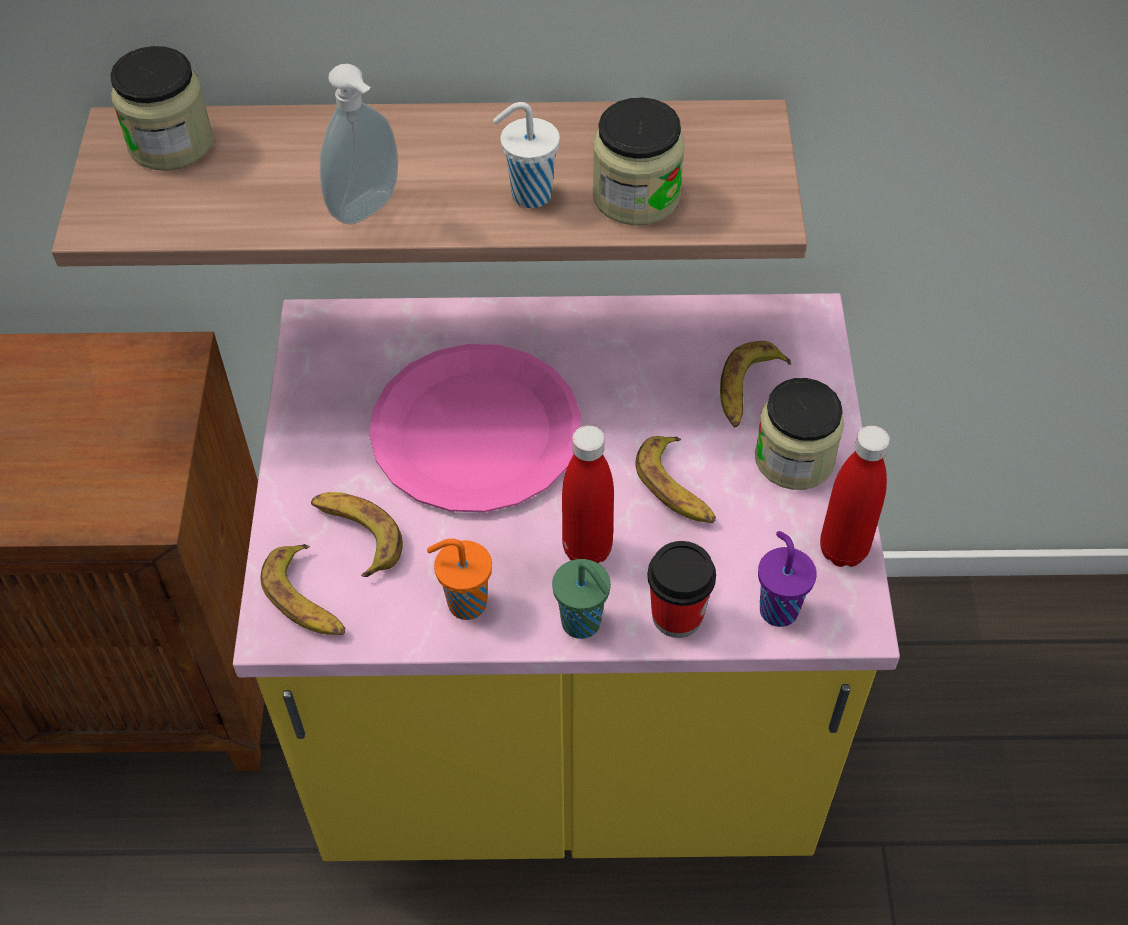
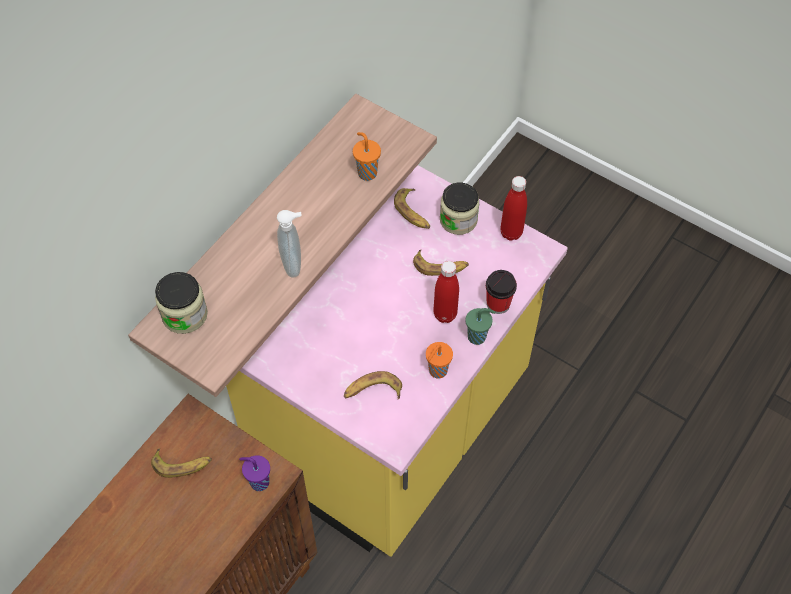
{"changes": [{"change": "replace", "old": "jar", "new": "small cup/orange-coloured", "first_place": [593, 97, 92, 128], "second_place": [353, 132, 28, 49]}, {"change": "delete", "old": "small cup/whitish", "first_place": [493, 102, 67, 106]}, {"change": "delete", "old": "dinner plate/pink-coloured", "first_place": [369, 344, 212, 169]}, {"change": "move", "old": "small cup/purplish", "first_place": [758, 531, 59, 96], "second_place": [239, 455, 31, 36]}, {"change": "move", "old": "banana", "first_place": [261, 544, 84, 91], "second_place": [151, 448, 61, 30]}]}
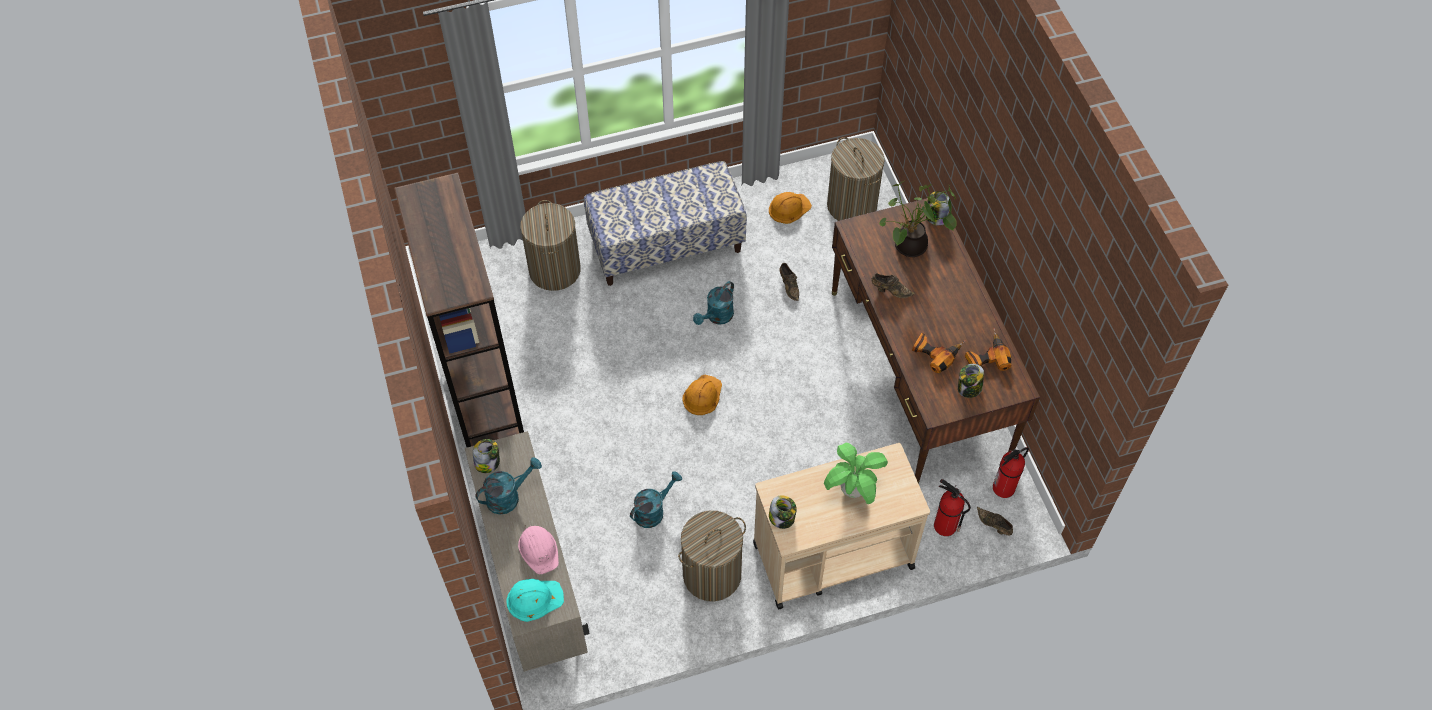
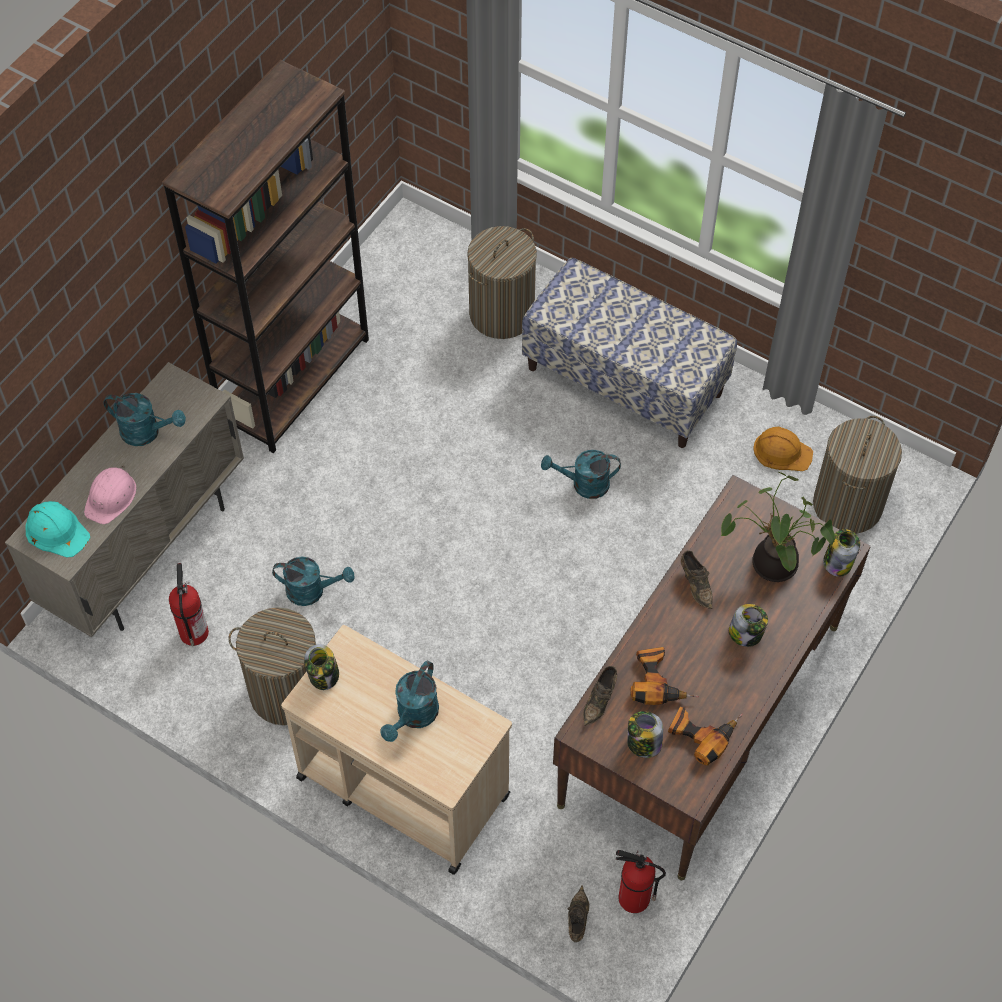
{"changes": [{"change": "move", "old": "low shoe/brown-coloured", "first_place": [779, 263, 20, 38], "second_place": [583, 666, 34, 60]}, {"change": "delete", "old": "hard hat/orange-coloured", "first_place": [683, 375, 39, 40]}, {"change": "move", "old": "jar", "first_place": [473, 439, 27, 34], "second_place": [729, 604, 39, 43]}, {"change": "replace", "old": "potted plant", "new": "watering can/blue-green", "first_place": [824, 443, 64, 61], "second_place": [380, 661, 59, 81]}, {"change": "move", "old": "fire extinguisher", "first_place": [934, 479, 37, 57], "second_place": [169, 563, 40, 83]}]}
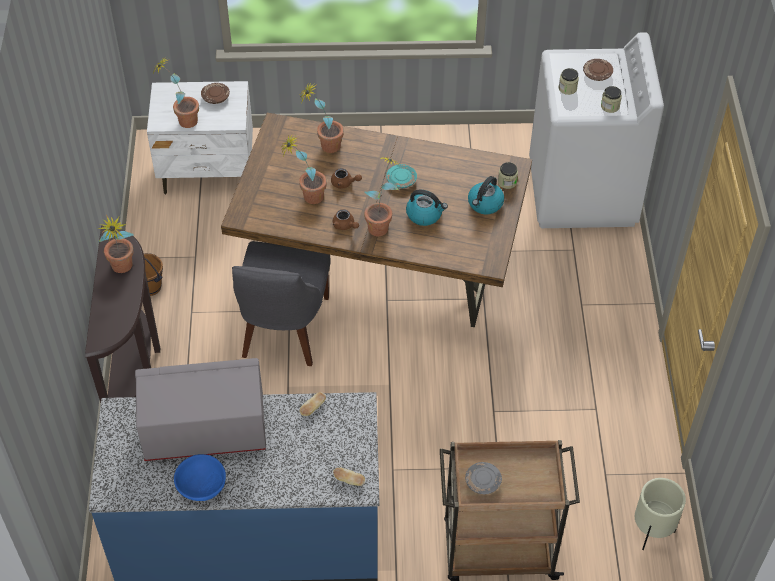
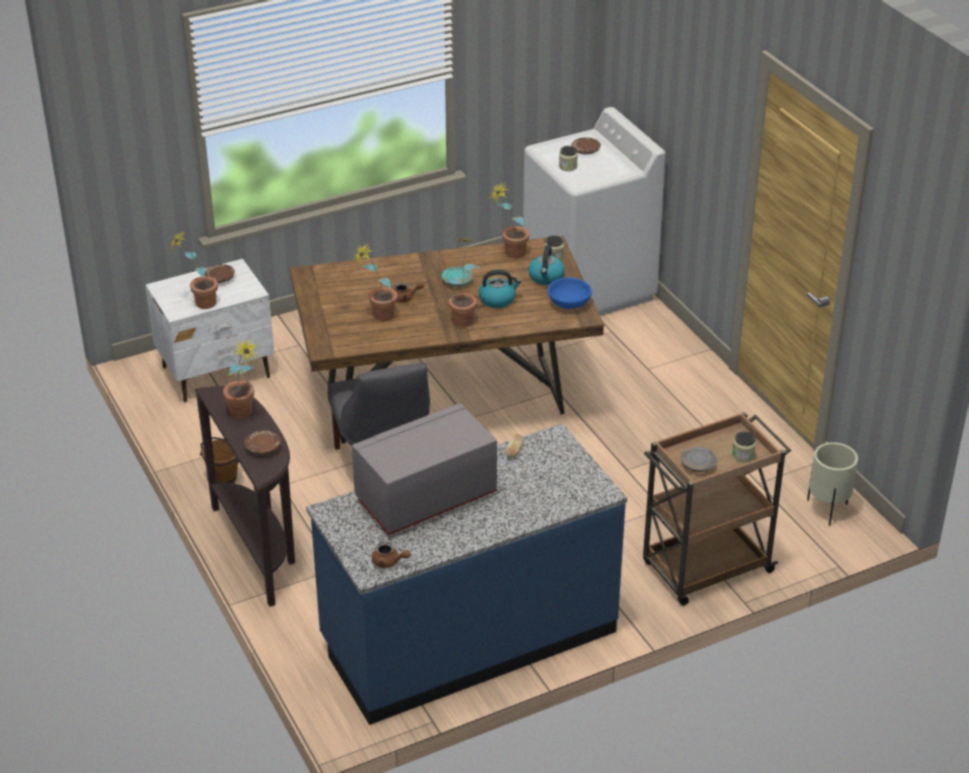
{"changes": [{"change": "move", "old": "potted plant", "first_place": [299, 84, 45, 69], "second_place": [488, 183, 42, 76]}, {"change": "move", "old": "jar", "first_place": [601, 86, 21, 27], "second_place": [732, 431, 24, 31]}, {"change": "move", "old": "teapot/brown-coloured", "first_place": [333, 209, 26, 21], "second_place": [372, 543, 39, 25]}, {"change": "move", "old": "deep dish/blue-coloured", "first_place": [174, 454, 52, 47], "second_place": [548, 277, 44, 32]}, {"change": "delete", "old": "bakery bread", "first_place": [333, 468, 32, 18]}, {"change": "insert", "new": "dinner plate/brown-coloured", "second_place": [244, 430, 37, 25]}]}
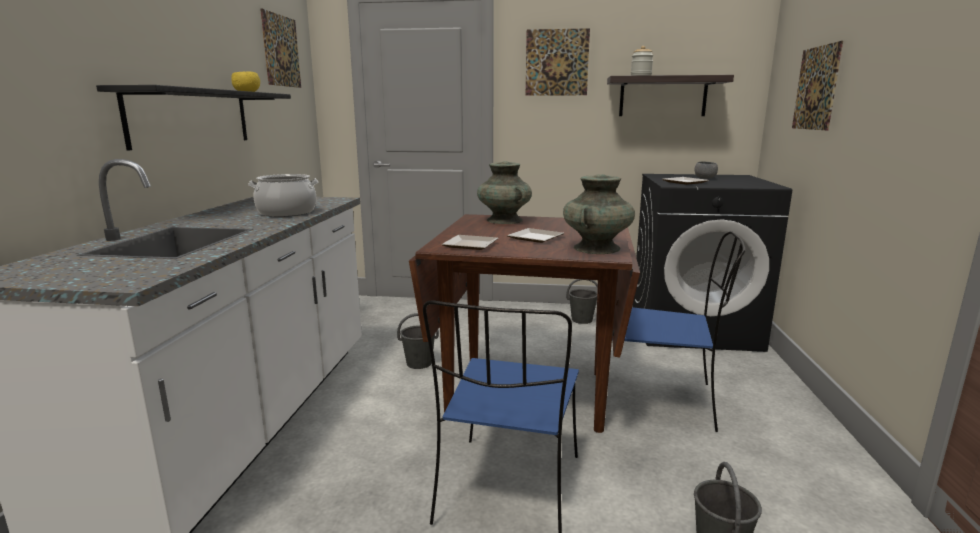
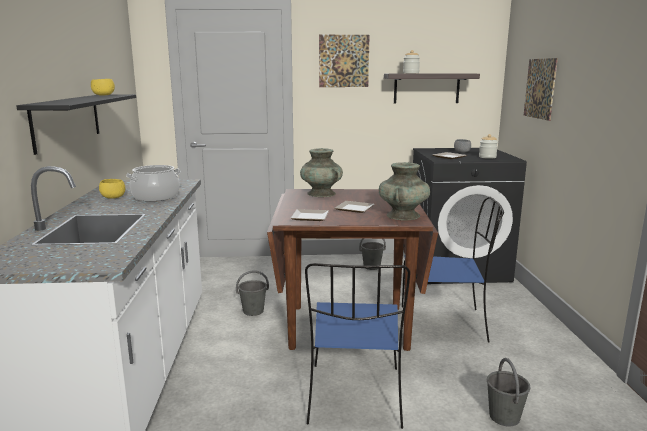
{"changes": [{"change": "delete", "old": "wall picture", "first_place": [260, 8, 41, 80]}, {"change": "insert", "new": "jar", "second_place": [479, 134, 19, 25]}, {"change": "insert", "new": "deep dish/yellow-coloured", "second_place": [99, 179, 26, 20]}]}
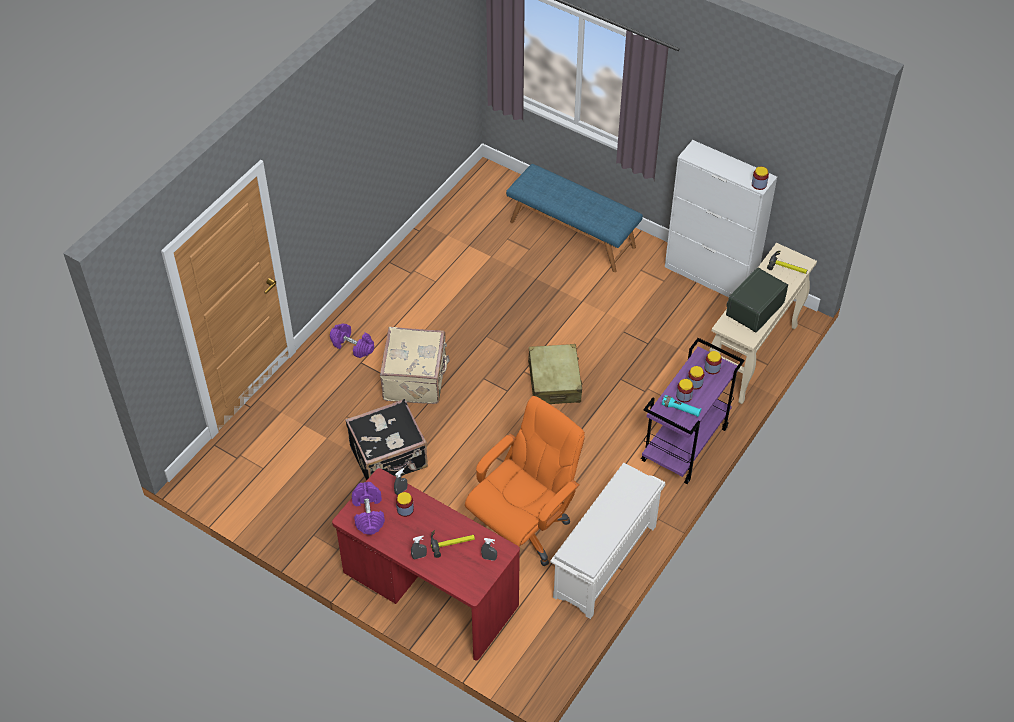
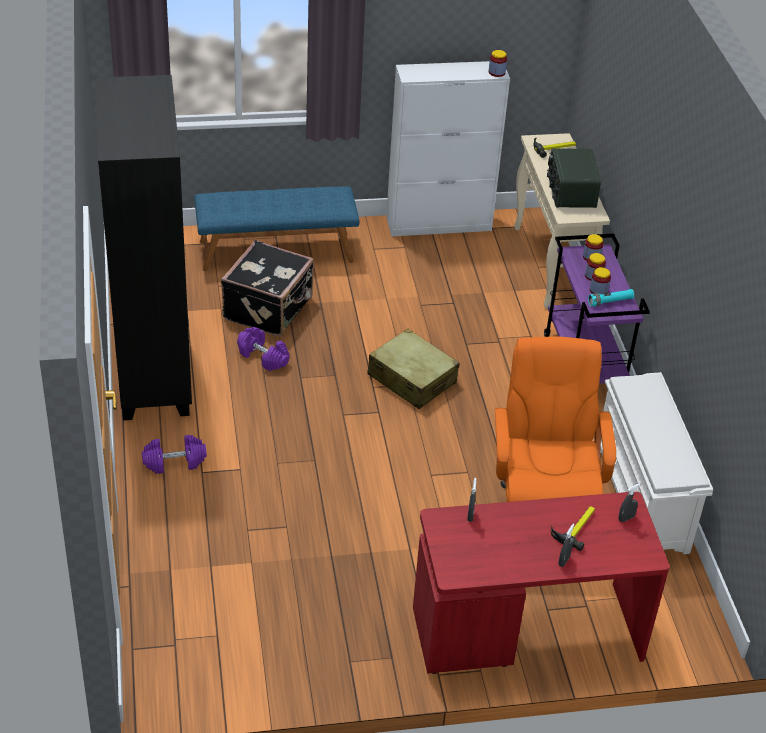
{"changes": [{"change": "delete", "old": "travel case/sand-coloured", "first_place": [380, 327, 70, 77]}, {"change": "move", "old": "travel case/black", "first_place": [345, 399, 83, 82], "second_place": [221, 240, 93, 96]}, {"change": "move", "old": "hand weight/purplish", "first_place": [351, 482, 34, 53], "second_place": [237, 327, 52, 44]}, {"change": "delete", "old": "jar", "first_place": [396, 492, 18, 25]}, {"change": "insert", "new": "shelving unit/black", "second_place": [96, 75, 96, 346]}]}
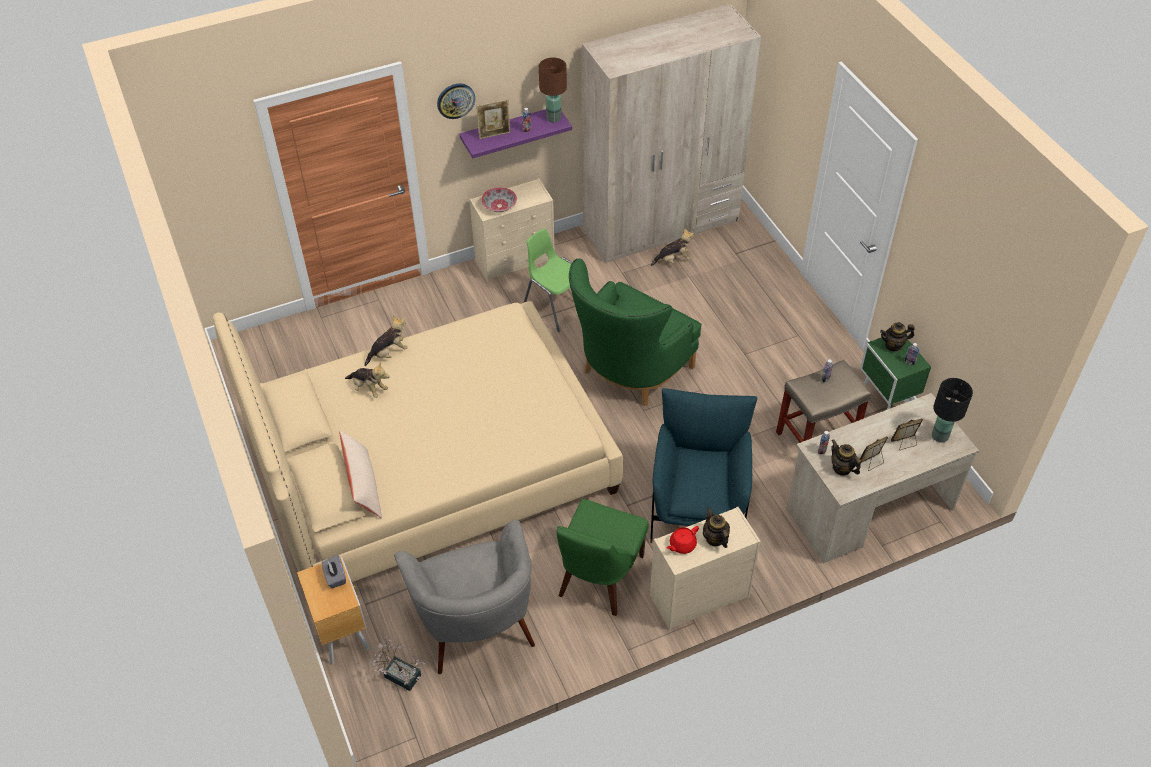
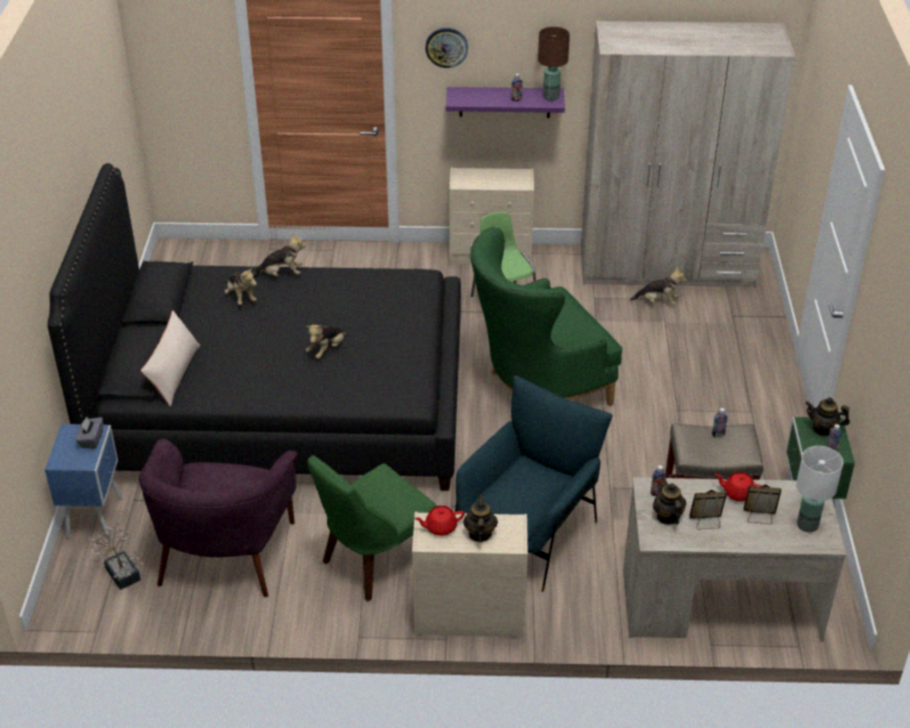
{"changes": [{"change": "delete", "old": "picture frame", "first_place": [476, 99, 34, 40]}, {"change": "delete", "old": "deep dish", "first_place": [481, 187, 36, 25]}, {"change": "recolor", "old": "bedroom bed/sand-coloured", "new": "bedroom bed/black", "first_place": [213, 301, 410, 281], "second_place": [47, 163, 414, 328]}, {"change": "recolor", "old": "table lamp/black", "new": "table lamp/whitish", "first_place": [932, 378, 41, 65], "second_place": [796, 446, 47, 86]}, {"change": "recolor", "old": "lounge chair/gray", "new": "lounge chair/purplish", "first_place": [394, 520, 141, 154], "second_place": [139, 439, 159, 158]}, {"change": "recolor", "old": "night table/brown-coloured", "new": "night table/blue-coloured", "first_place": [297, 556, 73, 108], "second_place": [45, 424, 78, 115]}, {"change": "insert", "new": "cuddly toy", "second_place": [306, 325, 41, 34]}, {"change": "insert", "new": "teapot/red-coloured", "second_place": [715, 472, 47, 30]}]}
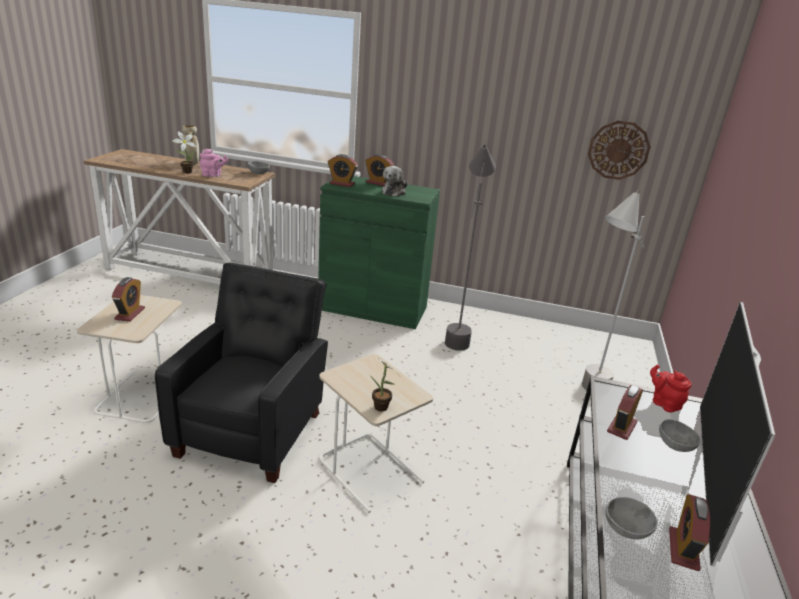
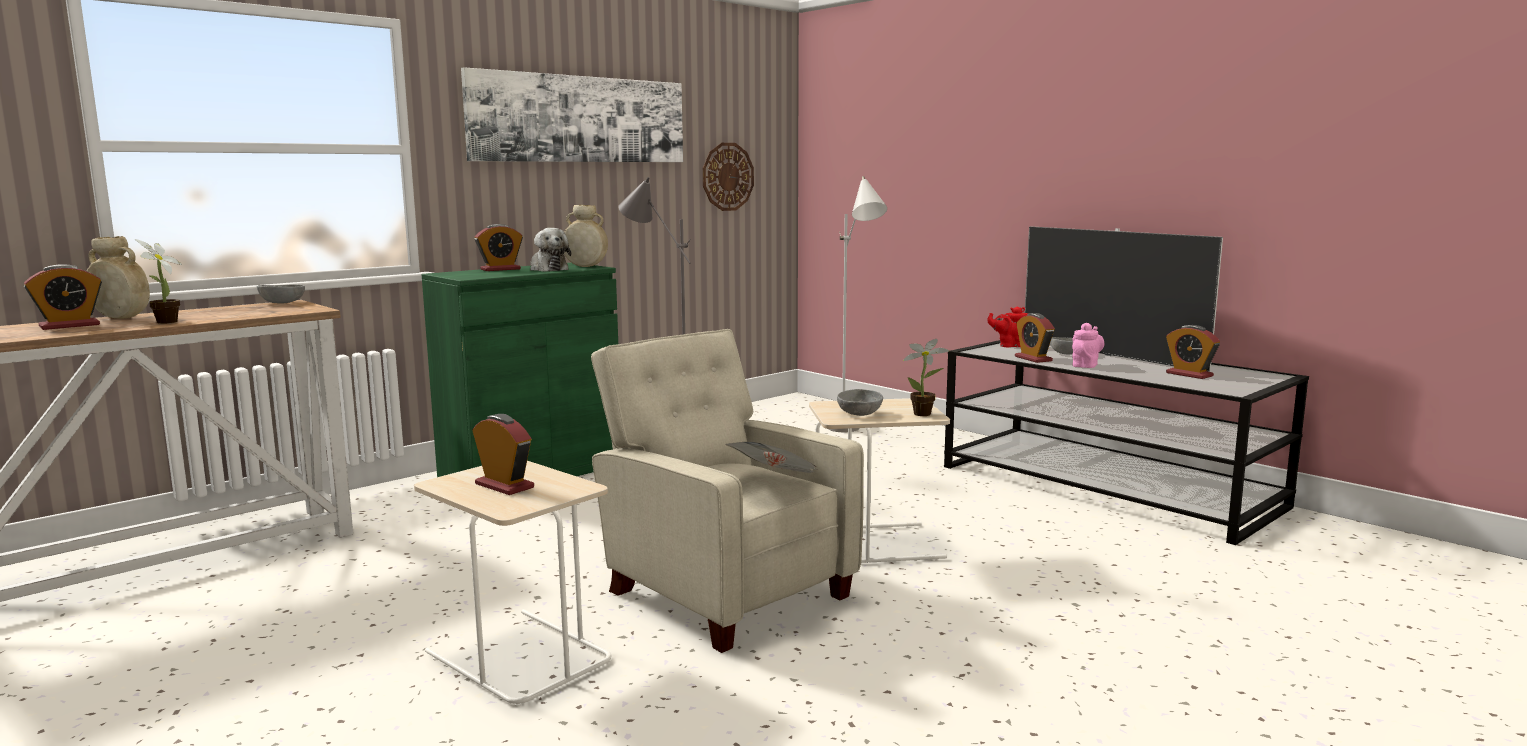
{"changes": [{"change": "move", "old": "teapot/pink-coloured", "first_place": [200, 149, 28, 28], "second_place": [1072, 323, 32, 45]}, {"change": "move", "old": "alarm clock", "first_place": [328, 154, 30, 33], "second_place": [24, 264, 78, 66]}, {"change": "recolor", "old": "lounge chair/black", "new": "lounge chair/sand-coloured", "first_place": [155, 263, 173, 220], "second_place": [591, 329, 273, 324]}, {"change": "move", "old": "deep dish/gray", "first_place": [605, 497, 53, 43], "second_place": [837, 389, 46, 27]}, {"change": "insert", "new": "wall picture", "second_place": [461, 67, 222, 95]}, {"change": "insert", "new": "flower vase/sand-coloured", "second_place": [564, 205, 44, 62]}, {"change": "insert", "new": "printed paper", "second_place": [725, 442, 92, 31]}]}
